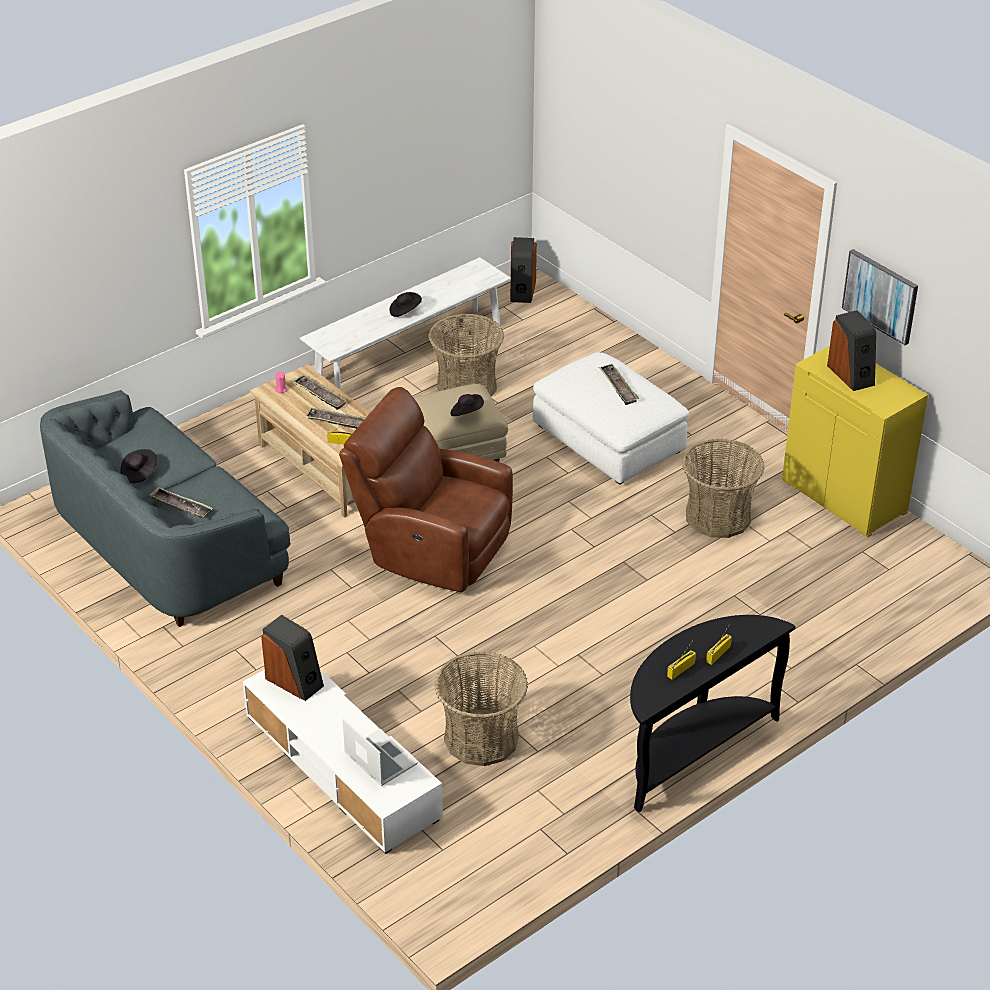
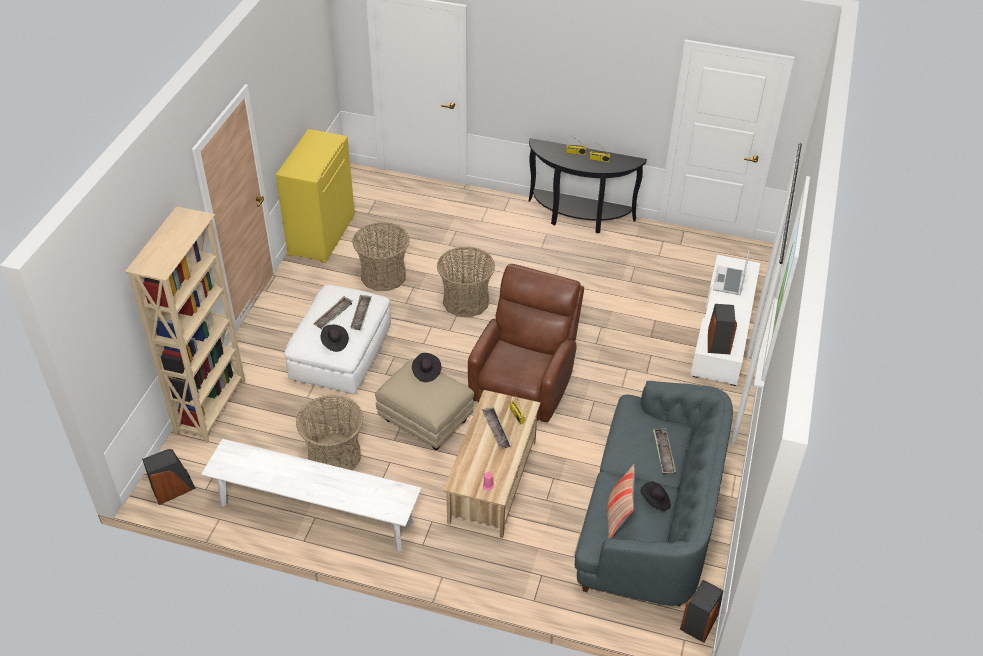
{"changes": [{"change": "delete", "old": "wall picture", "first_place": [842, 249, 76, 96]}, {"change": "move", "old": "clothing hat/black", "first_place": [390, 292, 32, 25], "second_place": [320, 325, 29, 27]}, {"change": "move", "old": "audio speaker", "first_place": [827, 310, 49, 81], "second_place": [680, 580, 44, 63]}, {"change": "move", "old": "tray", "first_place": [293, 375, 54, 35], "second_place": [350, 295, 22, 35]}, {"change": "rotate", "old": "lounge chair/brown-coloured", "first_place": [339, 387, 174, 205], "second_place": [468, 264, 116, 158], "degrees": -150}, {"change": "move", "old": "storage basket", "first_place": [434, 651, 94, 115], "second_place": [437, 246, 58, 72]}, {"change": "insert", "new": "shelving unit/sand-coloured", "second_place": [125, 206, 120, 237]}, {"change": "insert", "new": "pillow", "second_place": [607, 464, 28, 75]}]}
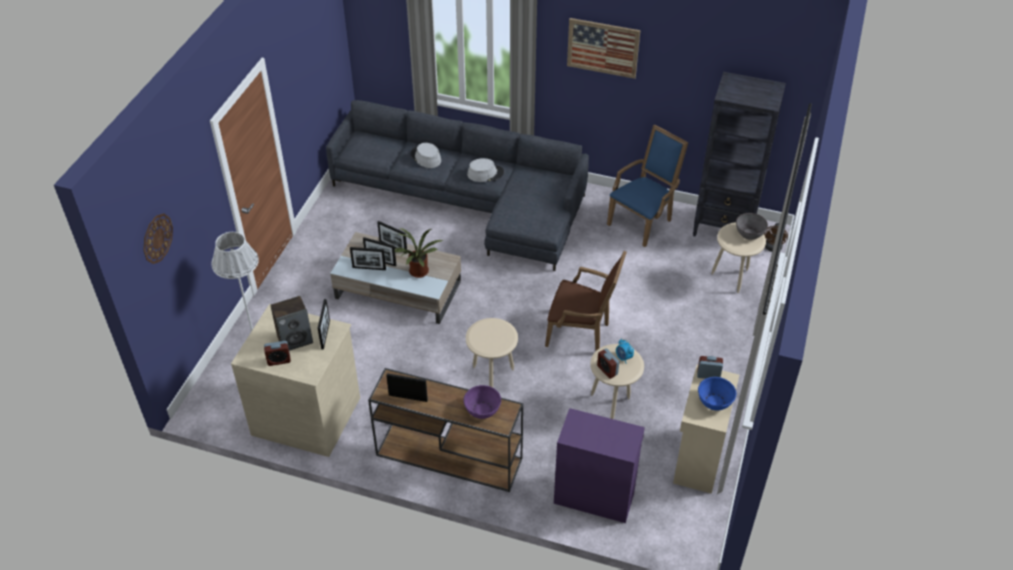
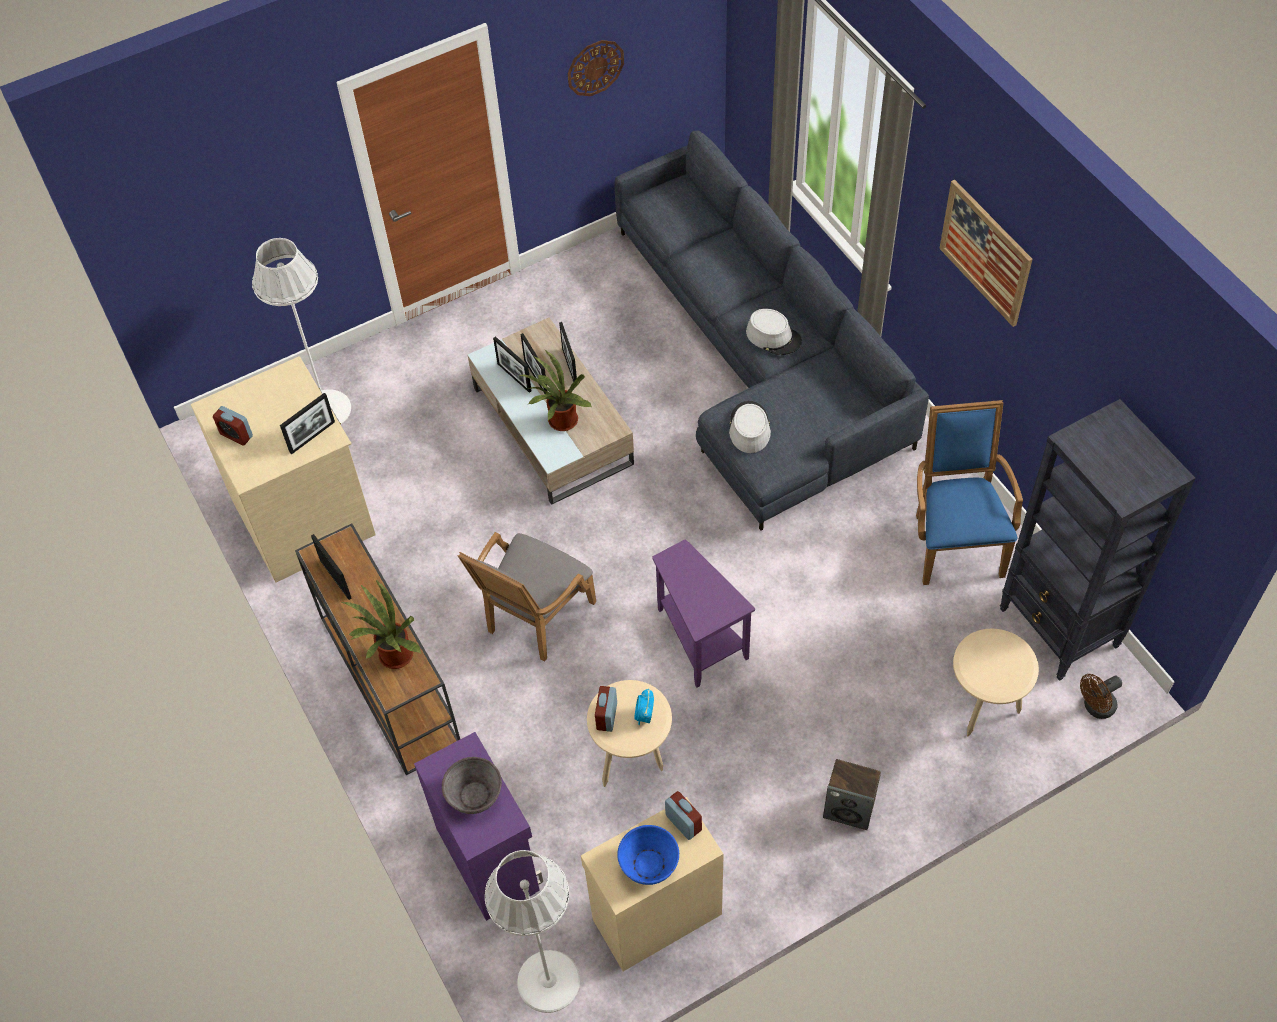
{"changes": [{"change": "rotate", "old": "lounge chair/blue-coloured", "first_place": [607, 124, 81, 123], "second_place": [916, 400, 107, 185], "degrees": -90}, {"change": "move", "old": "clothing hat/gray", "first_place": [411, 143, 30, 25], "second_place": [729, 401, 42, 52]}, {"change": "move", "old": "hanging clock", "first_place": [143, 213, 30, 51], "second_place": [568, 40, 56, 56]}, {"change": "move", "old": "deep dish/gray", "first_place": [736, 213, 32, 27], "second_place": [442, 757, 60, 57]}, {"change": "replace", "old": "lounge chair/brown-coloured", "new": "accent table/purplish", "first_place": [545, 250, 82, 101], "second_place": [653, 540, 102, 148]}, {"change": "move", "old": "audio speaker", "first_place": [270, 296, 43, 55], "second_place": [823, 759, 58, 71]}, {"change": "replace", "old": "accent table/sand-coloured", "new": "lounge chair/gray", "first_place": [466, 318, 52, 69], "second_place": [457, 532, 139, 130]}, {"change": "replace", "old": "deep dish/purplish", "new": "potted plant", "first_place": [463, 385, 38, 34], "second_place": [342, 579, 79, 90]}, {"change": "insert", "new": "floor lamp/whitish", "second_place": [485, 850, 95, 163]}]}
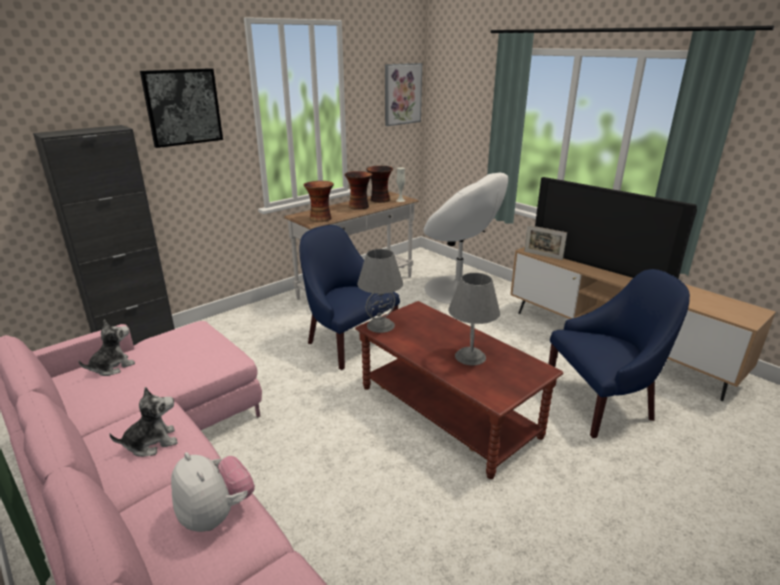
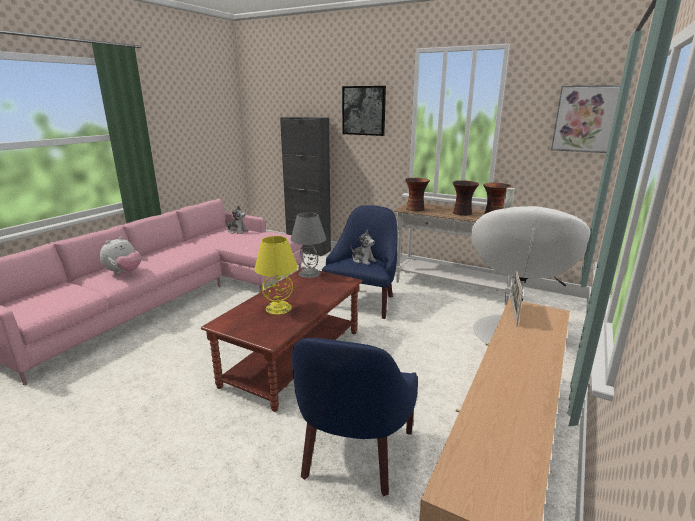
{"changes": [{"change": "delete", "old": "TV", "first_place": [535, 177, 162, 102]}, {"change": "rotate", "old": "lounge chair/blue-coloured", "first_place": [548, 269, 142, 169], "second_place": [292, 338, 126, 158], "degrees": 45}, {"change": "recolor", "old": "table lamp/gray", "new": "table lamp/yellow-coloured", "first_place": [448, 273, 52, 92], "second_place": [254, 236, 44, 79]}, {"change": "move", "old": "cuddly toy", "first_place": [109, 387, 69, 70], "second_place": [351, 230, 25, 35]}]}
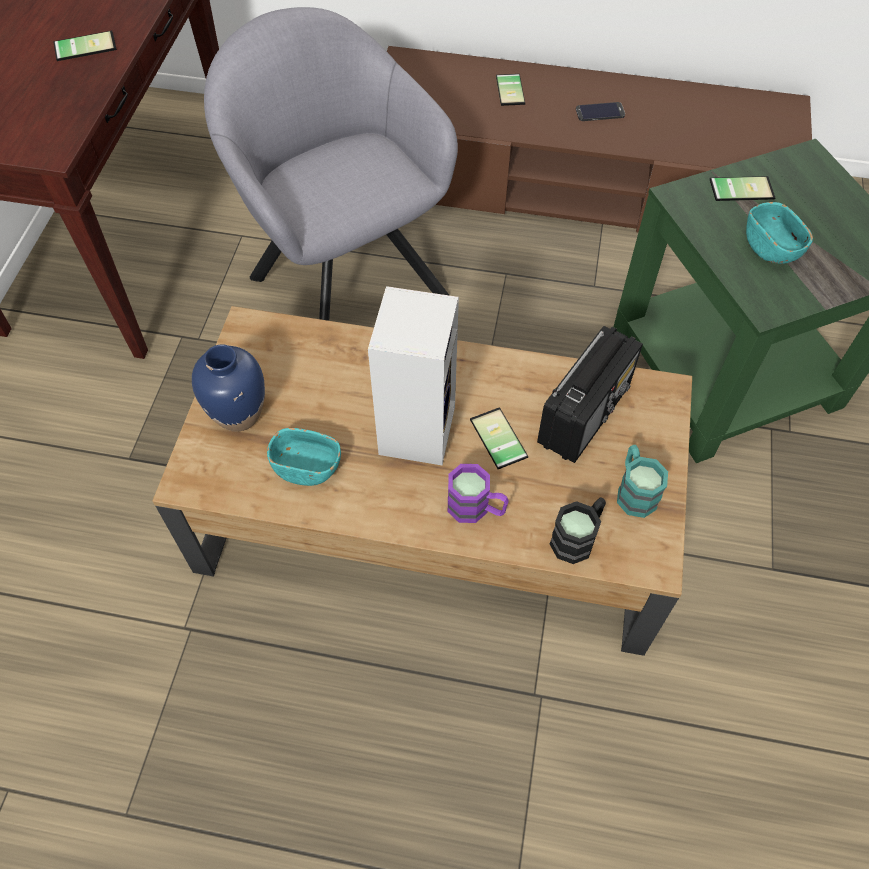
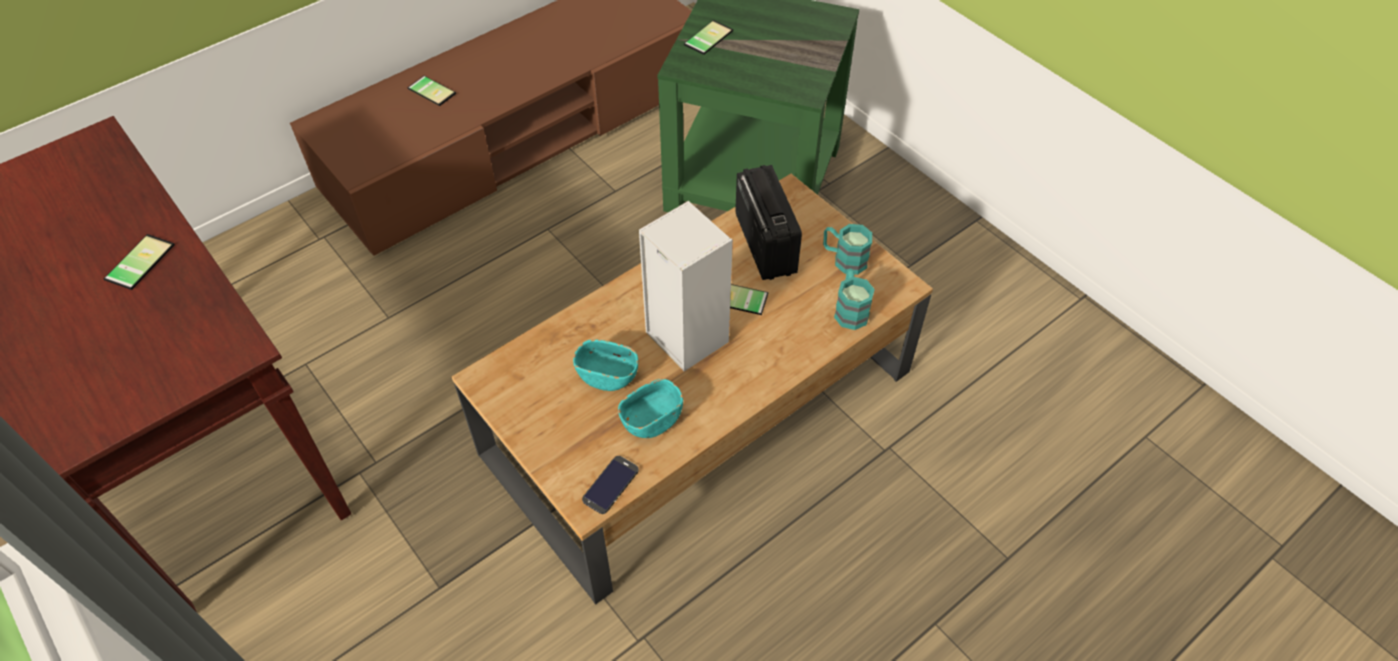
{"changes": [{"change": "delete", "old": "lounge chair/gray", "first_place": [204, 7, 254, 314]}, {"change": "move", "old": "handset", "first_place": [576, 102, 49, 19], "second_place": [582, 456, 57, 58]}, {"change": "move", "old": "deep dish/blue-green", "first_place": [746, 202, 67, 62], "second_place": [573, 339, 65, 52]}, {"change": "delete", "old": "flower vase/blue-coloured", "first_place": [192, 344, 73, 88]}, {"change": "delete", "old": "coffee mug/purplish", "first_place": [448, 464, 61, 59]}, {"change": "recolor", "old": "coffee mug/black", "new": "coffee mug/blue-green", "first_place": [550, 497, 56, 67], "second_place": [834, 269, 41, 61]}]}
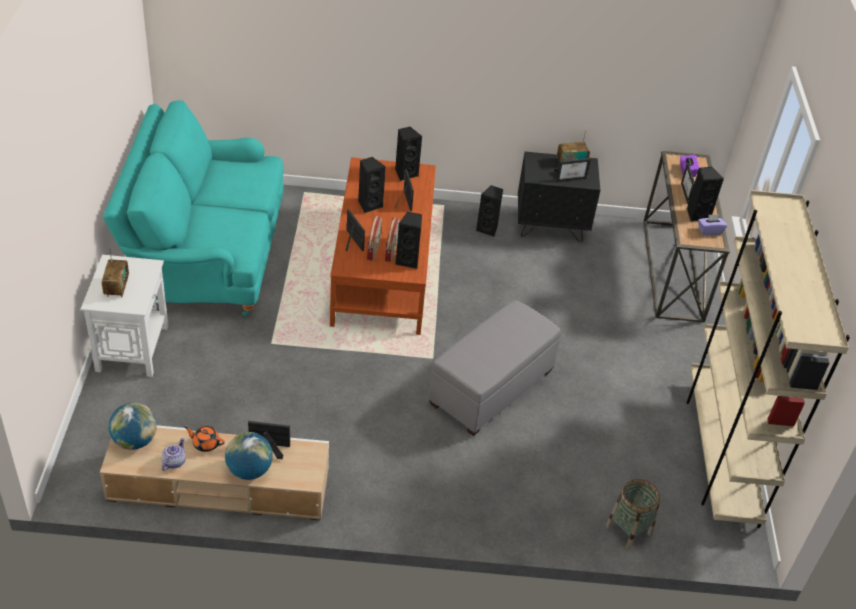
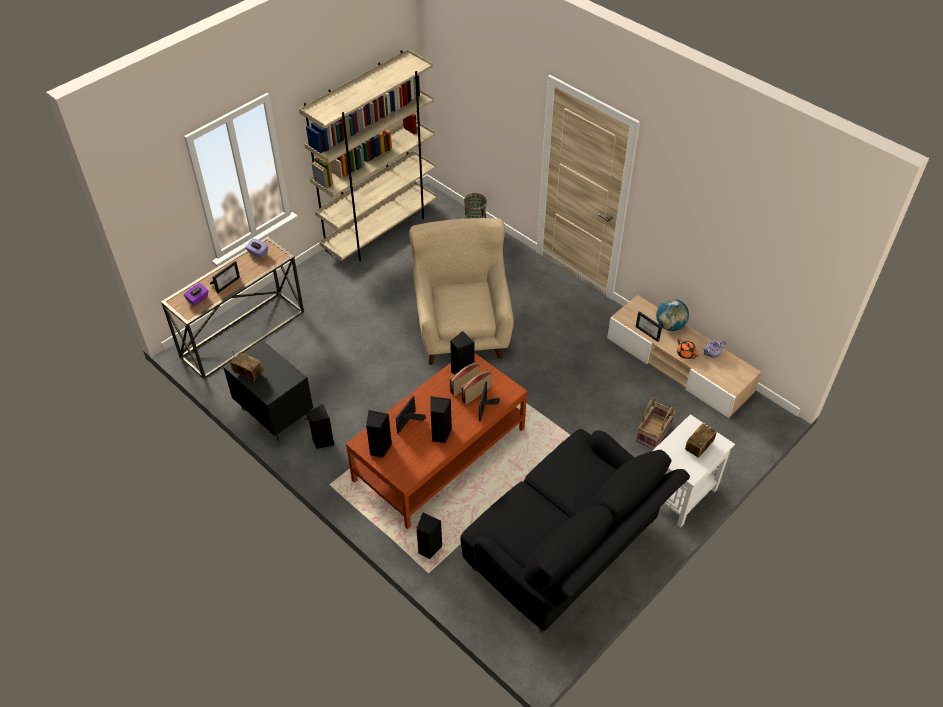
{"changes": [{"change": "recolor", "old": "couch/blue-green", "new": "couch/black", "first_place": [103, 100, 181, 216], "second_place": [460, 429, 230, 205]}, {"change": "delete", "old": "picture frame", "first_place": [554, 158, 37, 24]}, {"change": "move", "old": "audio speaker/black", "first_place": [687, 167, 37, 54], "second_place": [416, 512, 26, 47]}, {"change": "replace", "old": "footrest/gray", "new": "lounge chair/sand-coloured", "first_place": [429, 301, 132, 135], "second_place": [409, 218, 105, 147]}, {"change": "delete", "old": "desk globe", "first_place": [109, 403, 48, 47]}, {"change": "insert", "new": "storage basket", "second_place": [636, 398, 39, 52]}]}
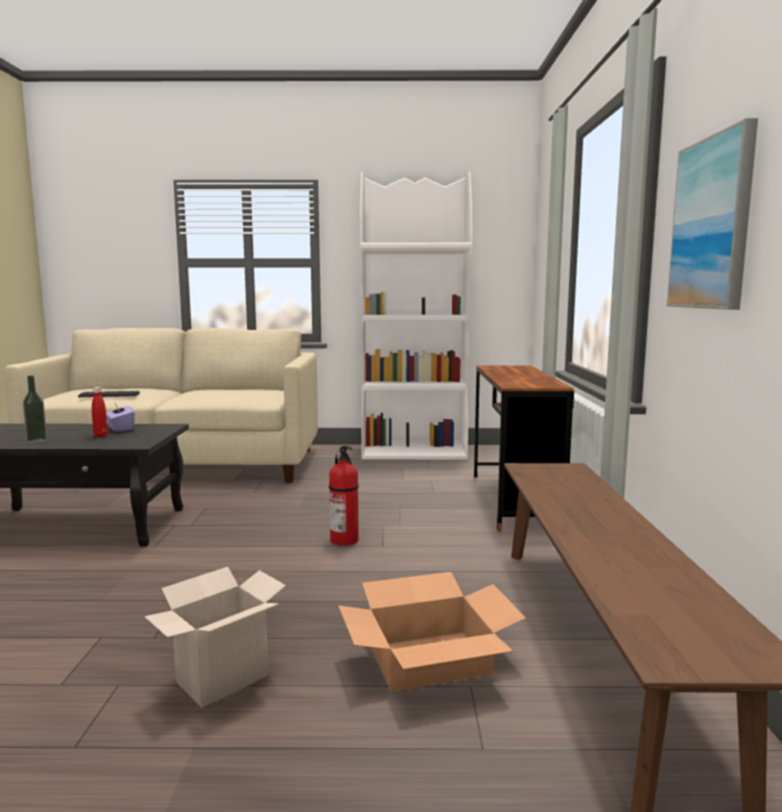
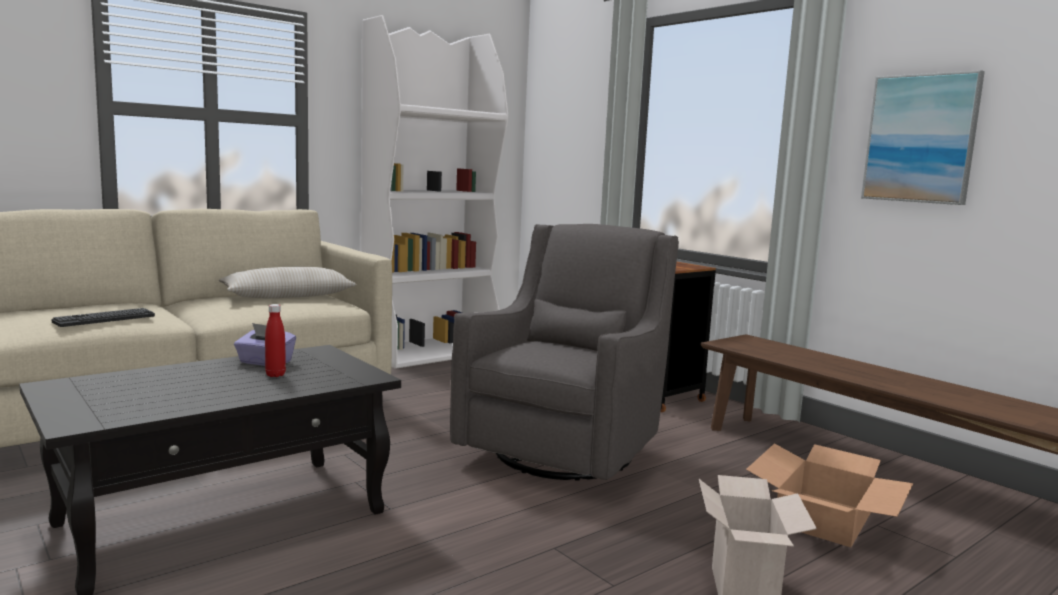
{"changes": [{"change": "delete", "old": "bottle", "first_place": [23, 375, 24, 68]}, {"change": "replace", "old": "fire extinguisher", "new": "lounge chair/gray", "first_place": [329, 446, 30, 100], "second_place": [450, 224, 229, 257]}, {"change": "insert", "new": "pillow/sand-coloured", "second_place": [219, 267, 138, 31]}]}
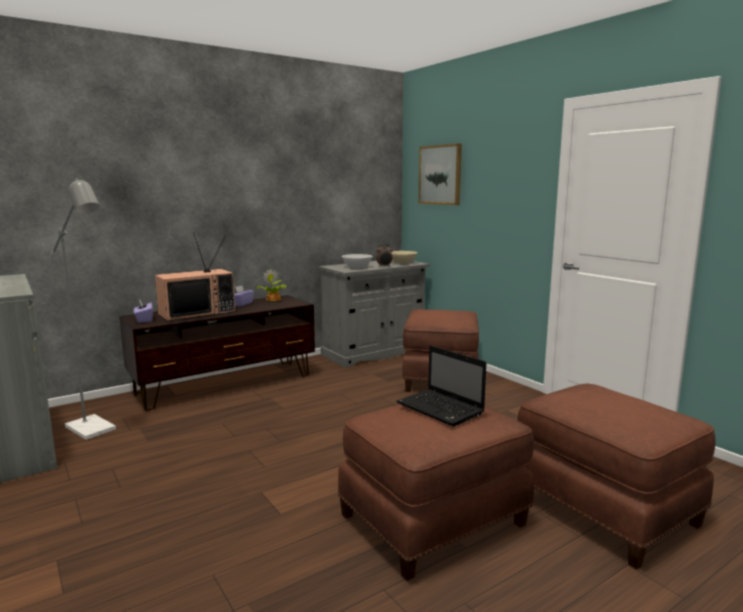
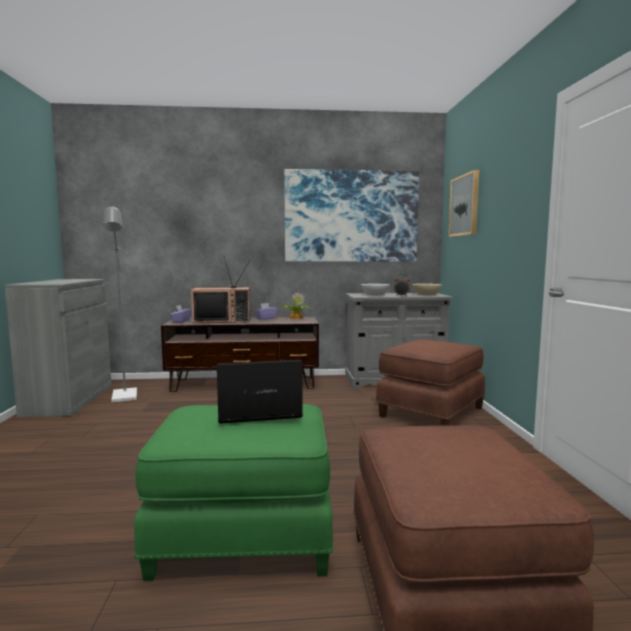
{"changes": [{"change": "rotate", "old": "portable computer", "first_place": [396, 345, 90, 82], "second_place": [217, 360, 86, 64], "degrees": 90}, {"change": "recolor", "old": "footrest/brown-coloured", "new": "footrest/greenish", "first_place": [338, 404, 196, 177], "second_place": [134, 404, 200, 177]}, {"change": "insert", "new": "wall picture", "second_place": [284, 169, 135, 93]}]}
